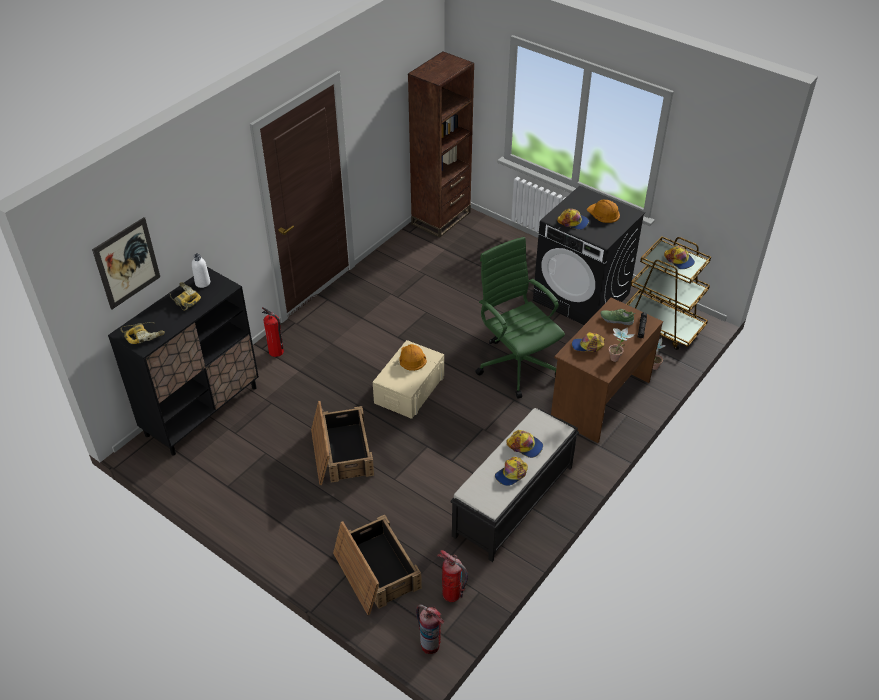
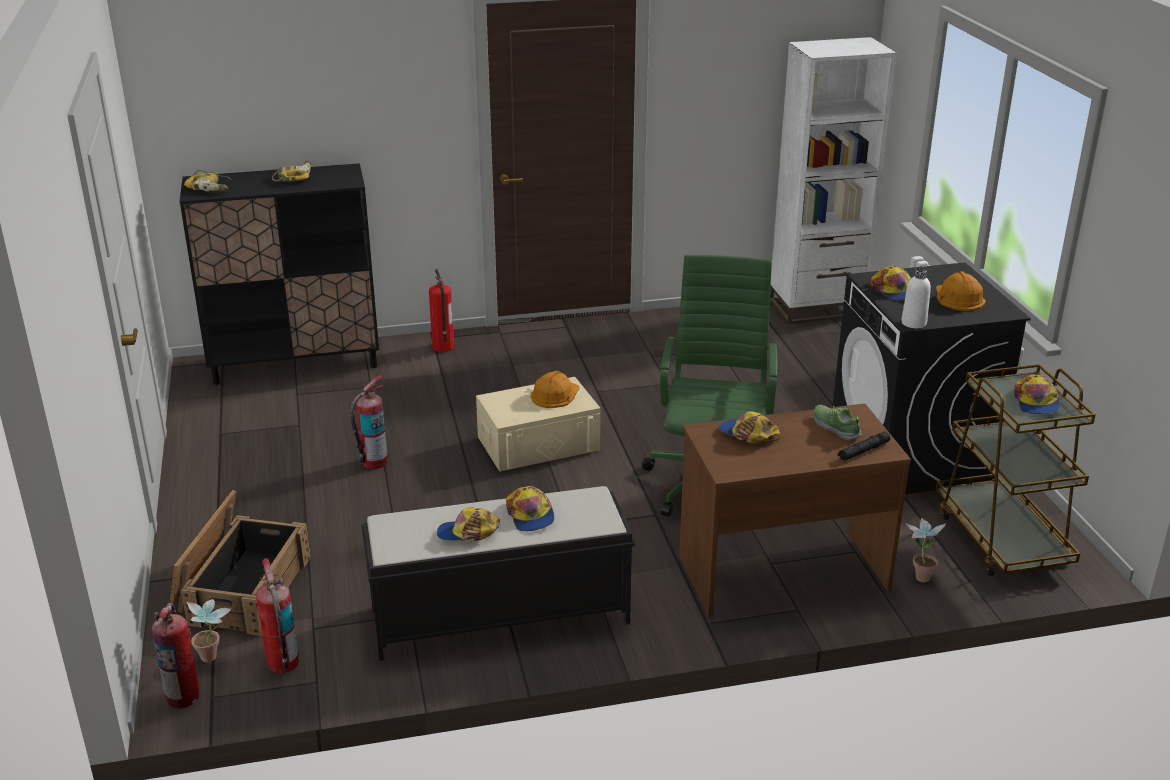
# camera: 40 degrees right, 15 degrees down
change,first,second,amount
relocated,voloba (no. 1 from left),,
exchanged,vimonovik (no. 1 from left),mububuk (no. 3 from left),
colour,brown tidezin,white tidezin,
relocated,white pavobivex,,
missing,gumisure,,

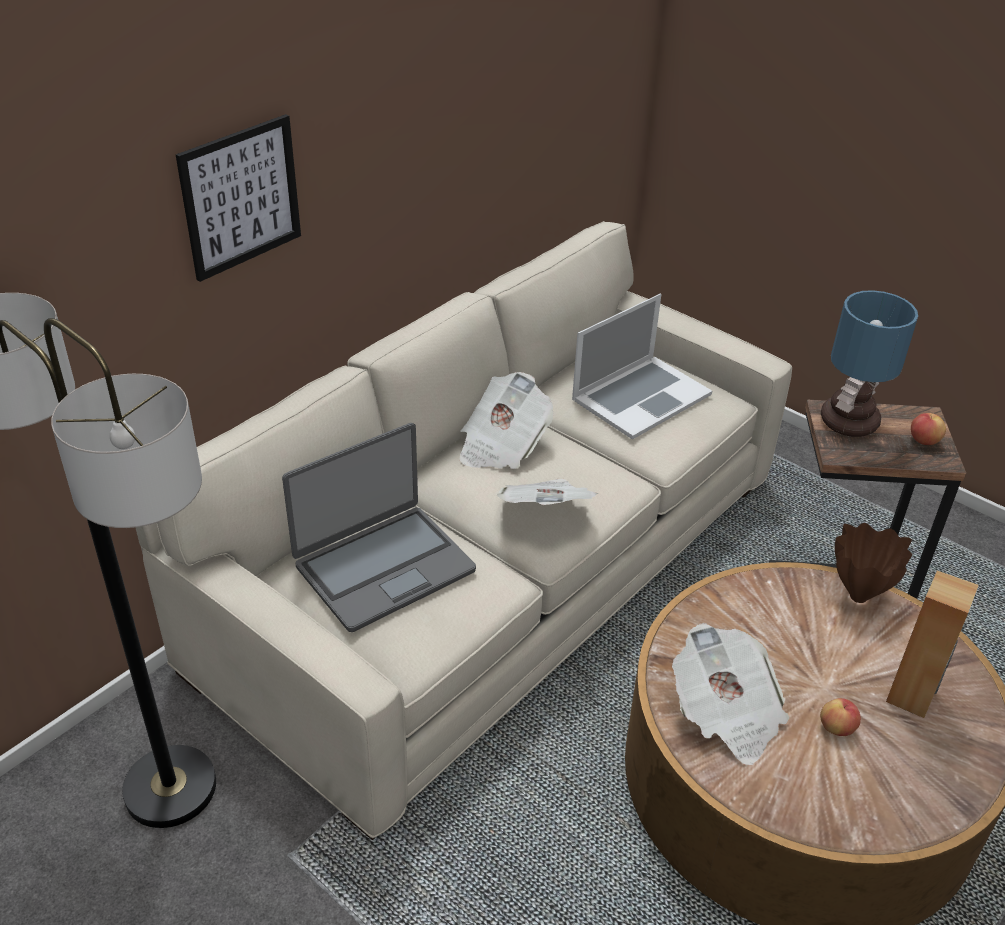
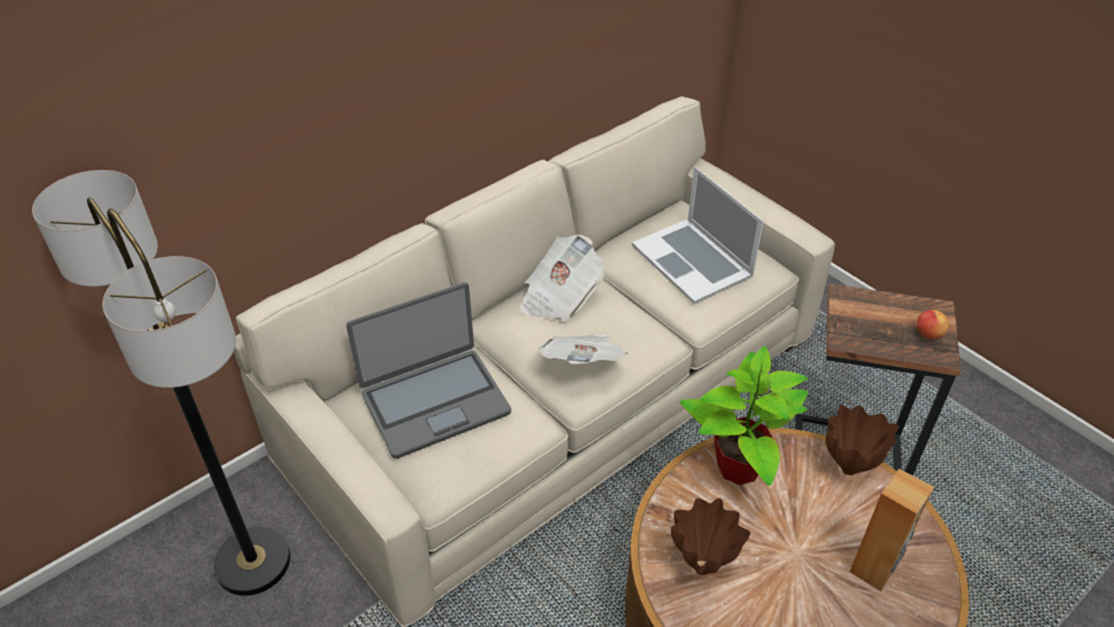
# camera: 10 degrees right, 5 degrees up
change,first,second,amount
spun,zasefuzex (no. 2 from left),,90 degrees clockwise
exchanged,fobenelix (no. 3 from left),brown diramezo (no. 1 from left),
appeared,,voloba,
missing,gumisure,,
missing,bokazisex (no. 1 from left),,
missing,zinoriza,,

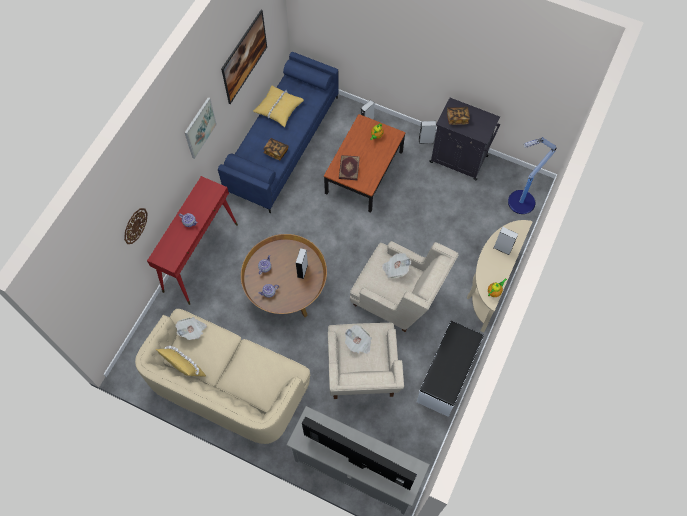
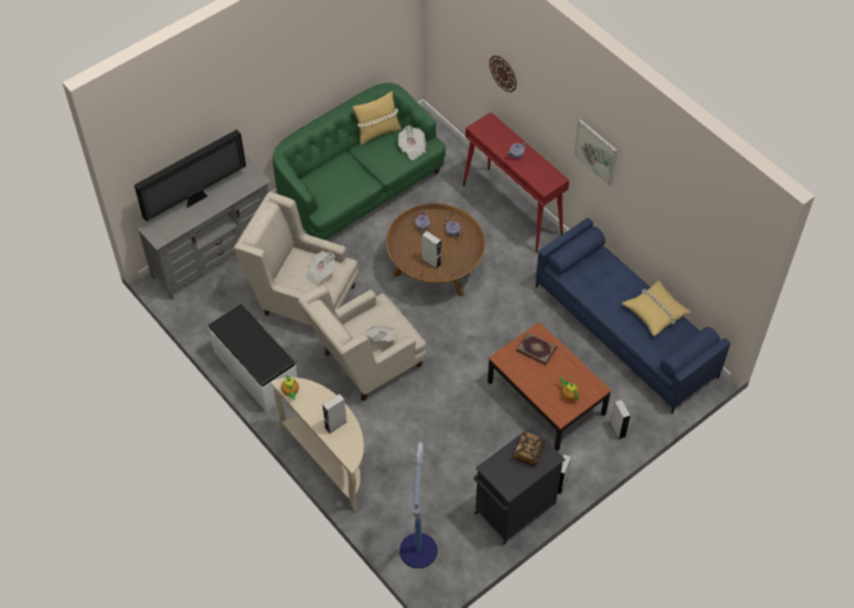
# camera: 115 degrees right, 10 degrees down
change,first,second,amount
colour,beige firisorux,green firisorux,
missing,gumisure (no. 2 from left),,
missing,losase (no. 1 from left),,

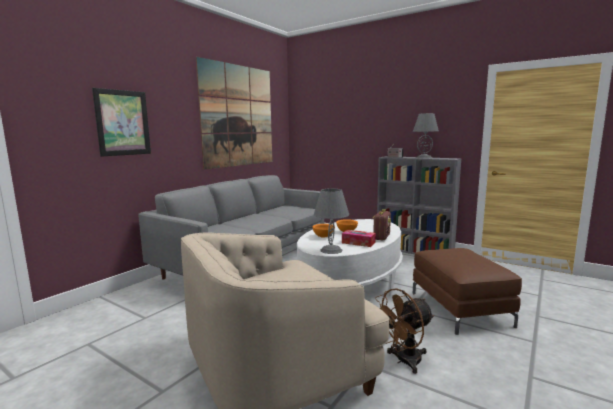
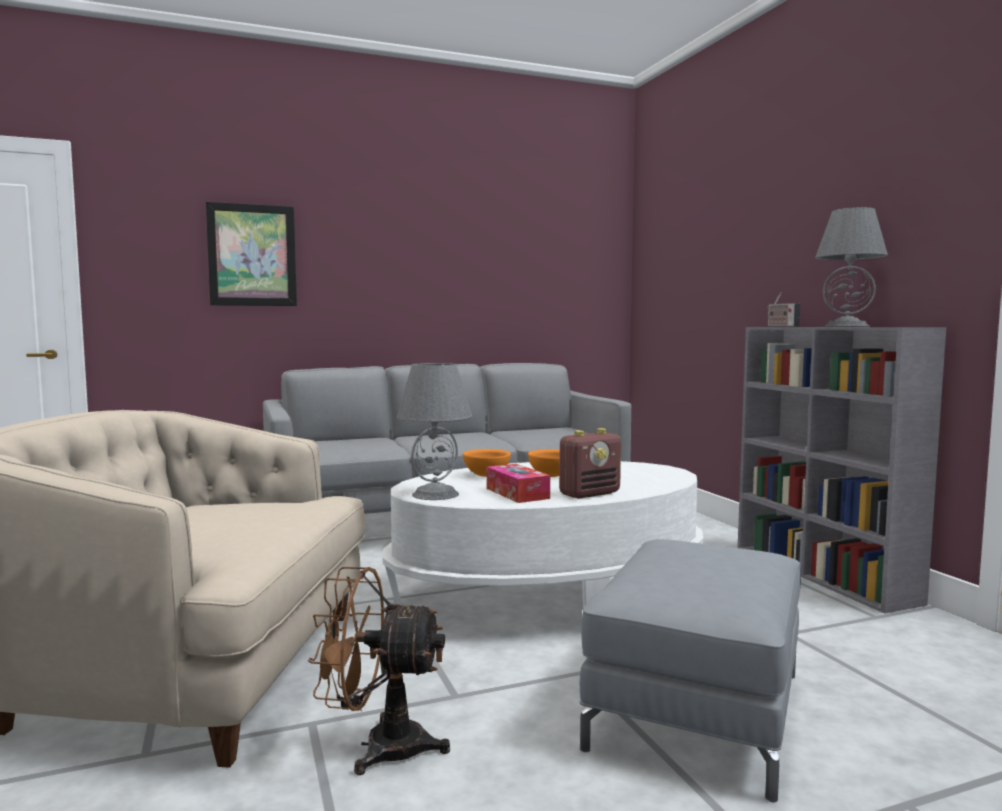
# camera: 35 degrees right, 5 degrees down
change,first,second,amount
colour,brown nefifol,grey nefifol,
missing,gumisure (no. 2 from left),,

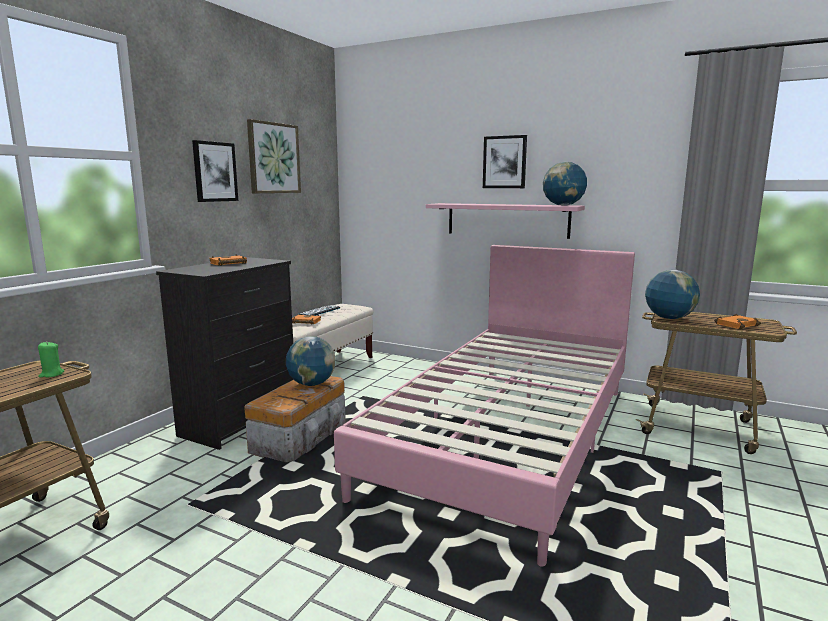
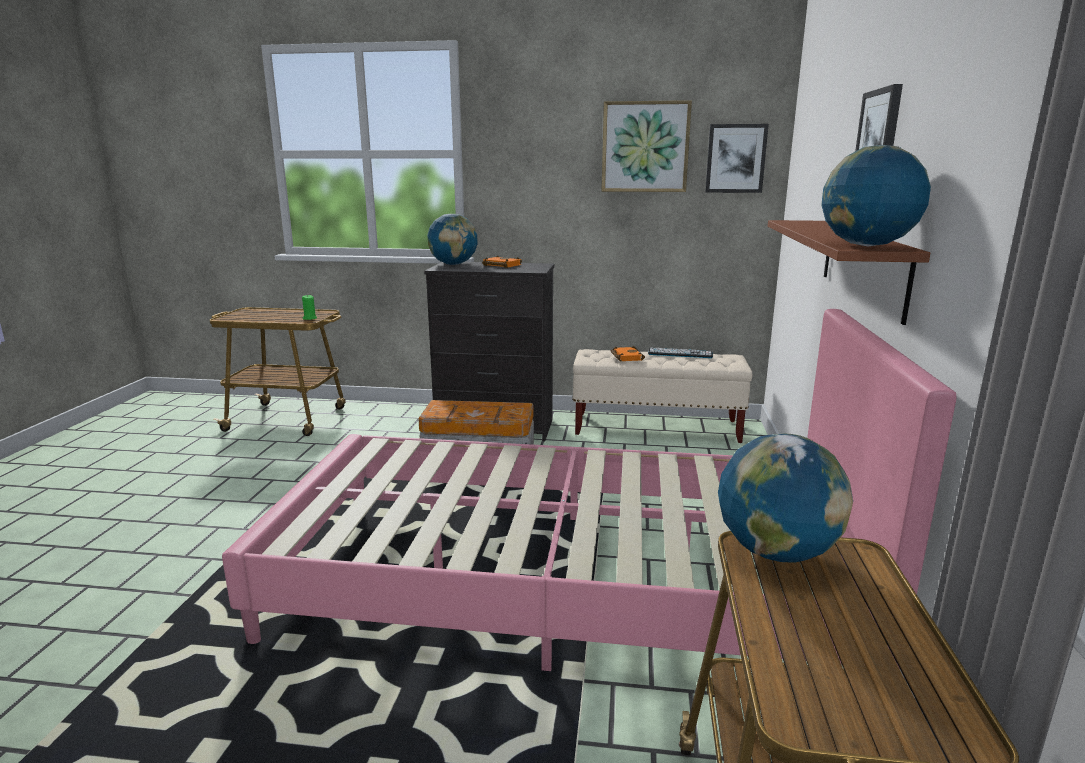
# camera: 70 degrees right, 5 degrees up
change,first,second,amount
relocated,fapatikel (no. 1 from left),,
relocated,gumisure (no. 1 from left in the first image),gumisure (no. 2 from left),
colour,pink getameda,brown getameda,
missing,orange losase (no. 3 from left),,

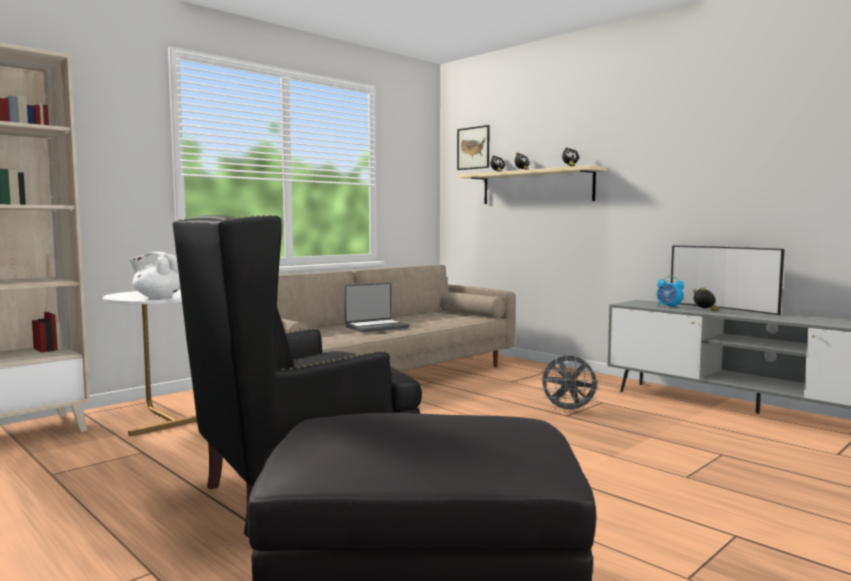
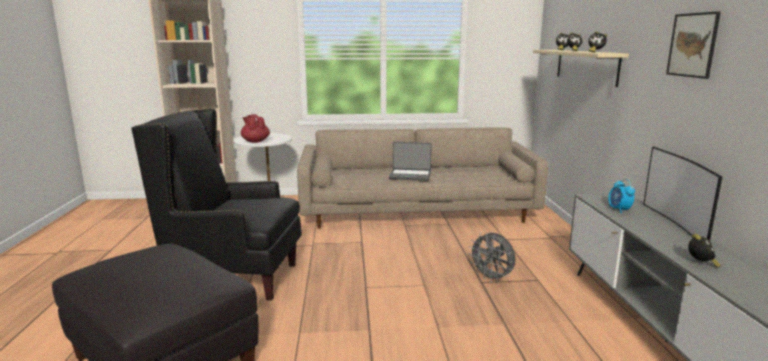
# camera: 40 degrees right, 10 degrees up
change,first,second,amount
colour,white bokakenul,red bokakenul,
relocated,gumisure,,
relocated,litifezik (no. 5 from left),,

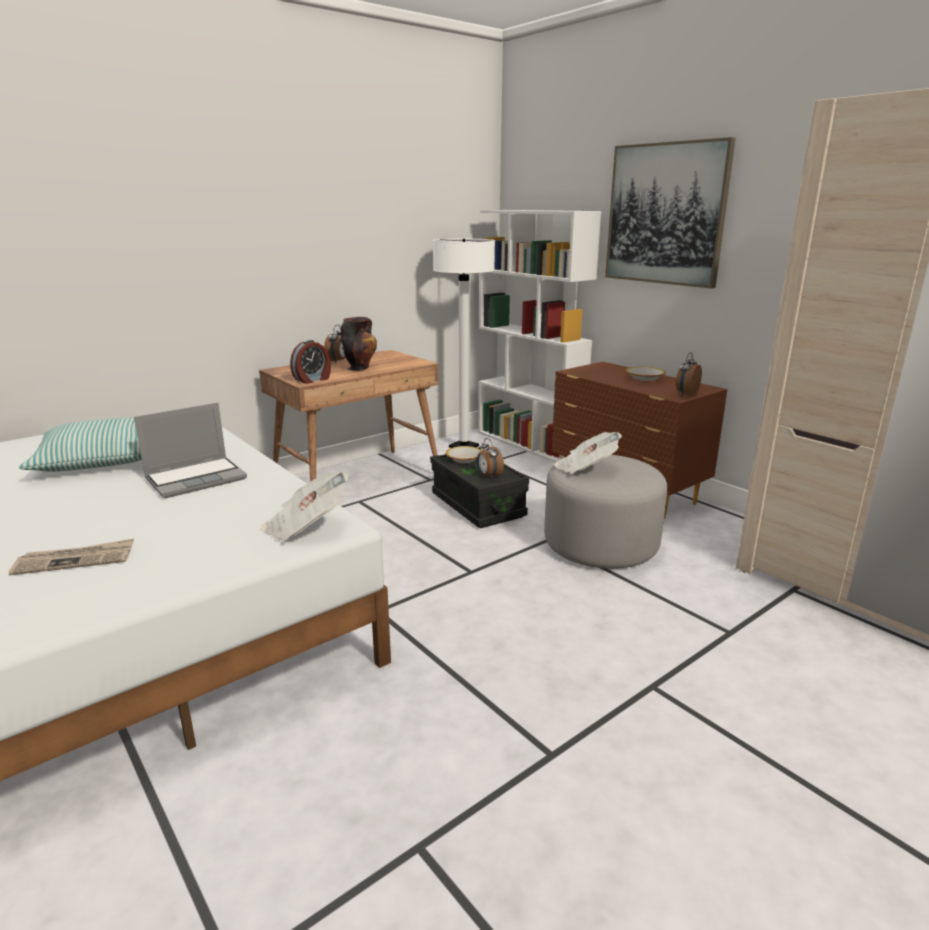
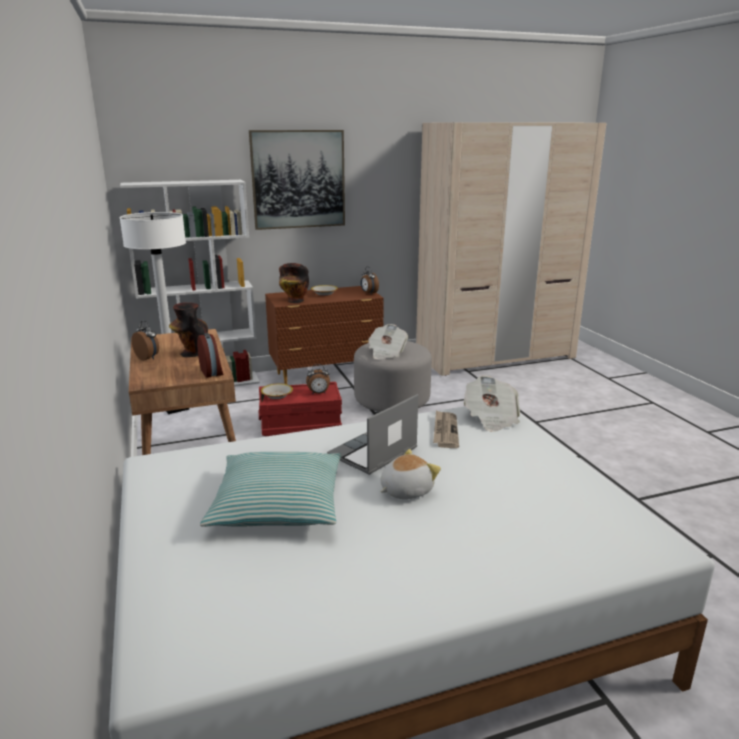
# camera: 70 degrees left, 0 degrees up
change,first,second,amount
colour,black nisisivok,red nisisivok,
appeared,,diramezo (no. 2 from left),
spun,zasefuzex,,120 degrees counterclockwise
appeared,,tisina,
relocated,fobenelix (no. 1 from left in the first image),fobenelix (no. 2 from left),

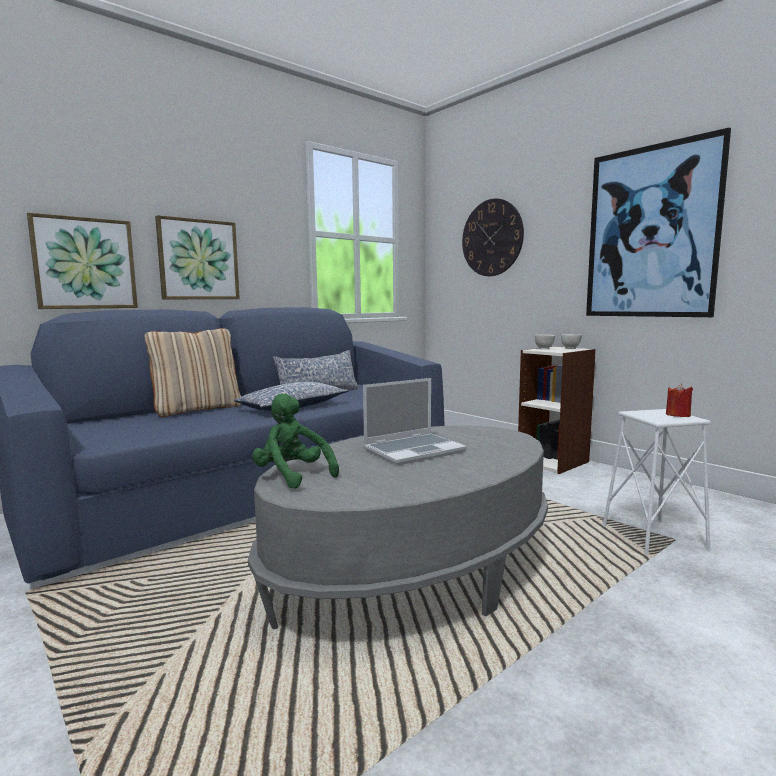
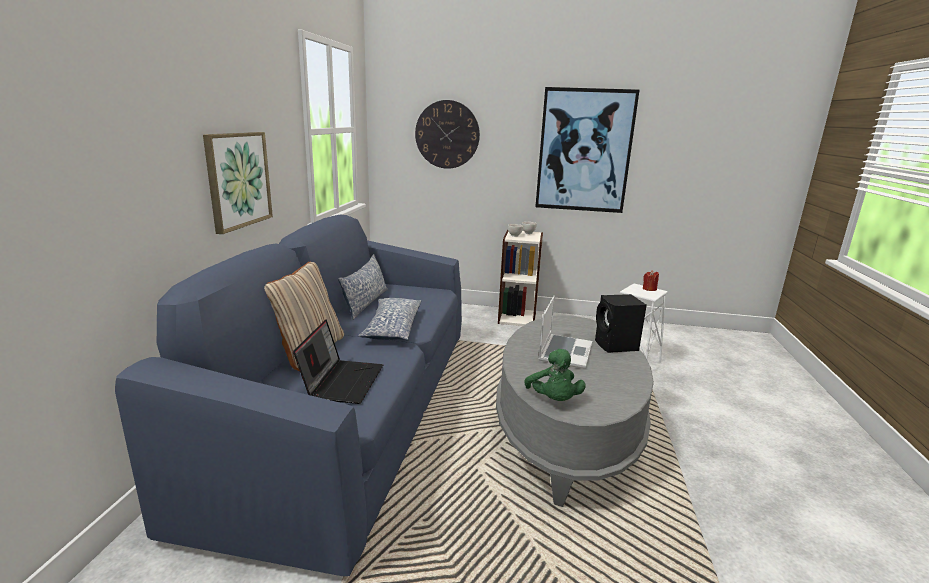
# camera: 40 degrees left, 10 degrees up
change,first,second,amount
appeared,,zasefuzex (no. 1 from left),
spun,green tisina,,105 degrees counterclockwise
appeared,,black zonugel,
missing,gumisure (no. 1 from left),,

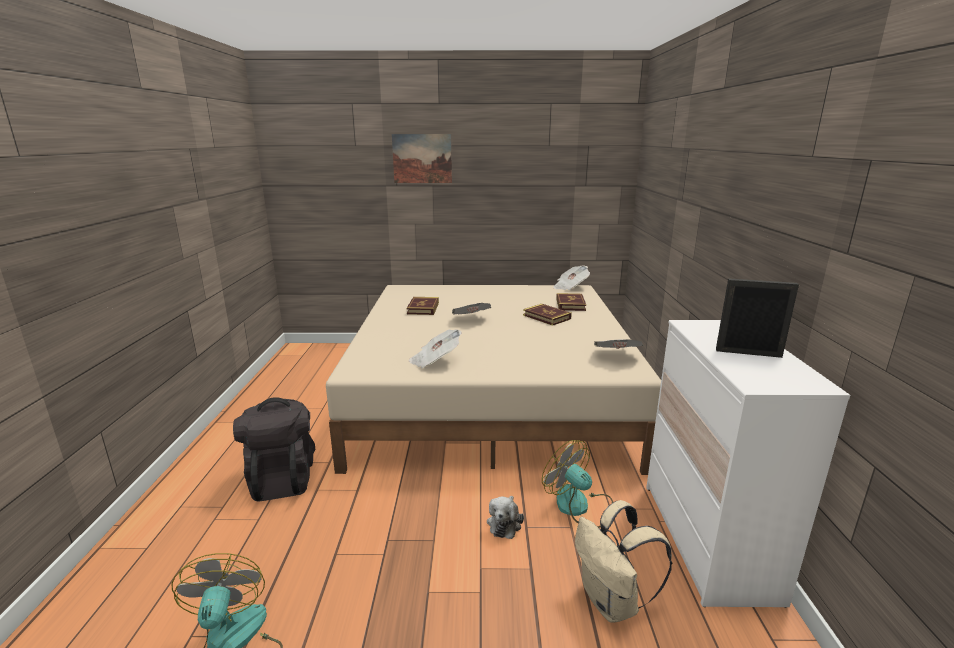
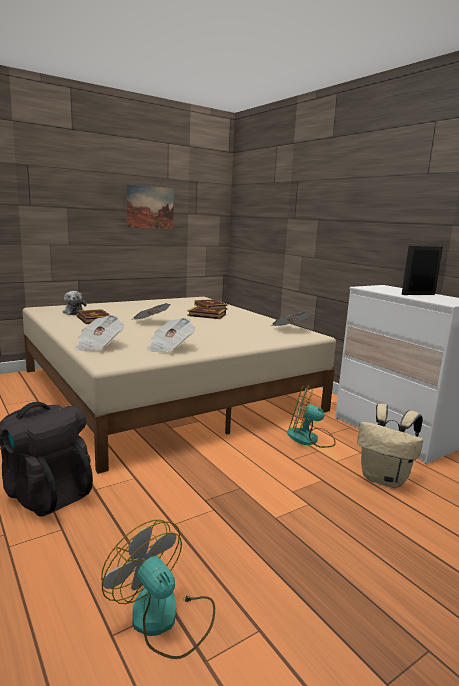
# camera: 35 degrees left, 5 degrees down
change,first,second,amount
relocated,tisina,,
relocated,fobenelix (no. 3 from left in the first image),fobenelix (no. 1 from left),
relocated,gumisure,,

